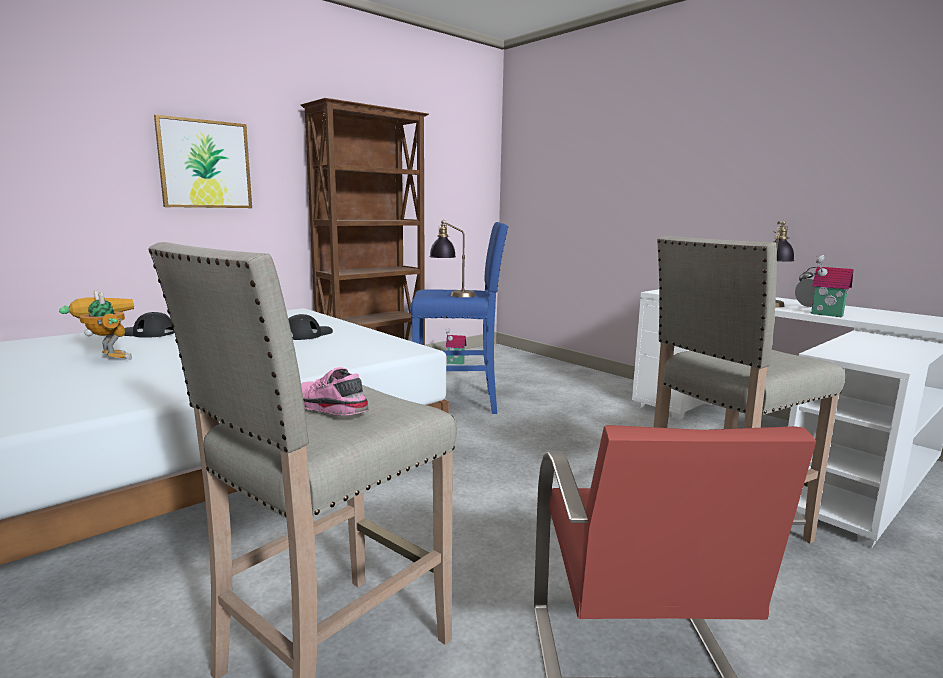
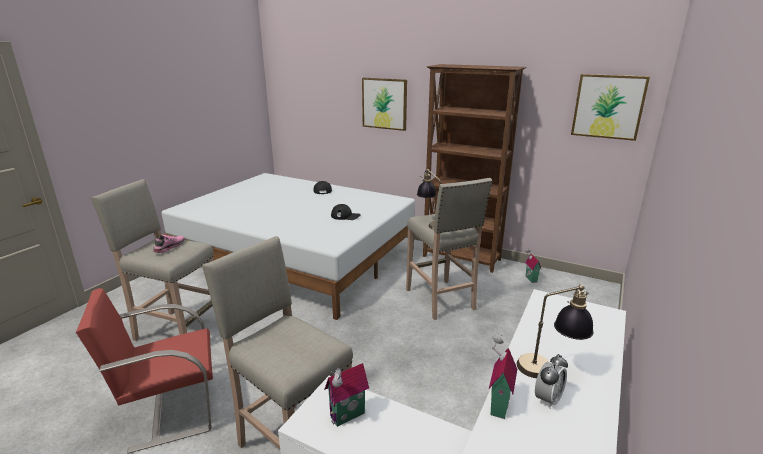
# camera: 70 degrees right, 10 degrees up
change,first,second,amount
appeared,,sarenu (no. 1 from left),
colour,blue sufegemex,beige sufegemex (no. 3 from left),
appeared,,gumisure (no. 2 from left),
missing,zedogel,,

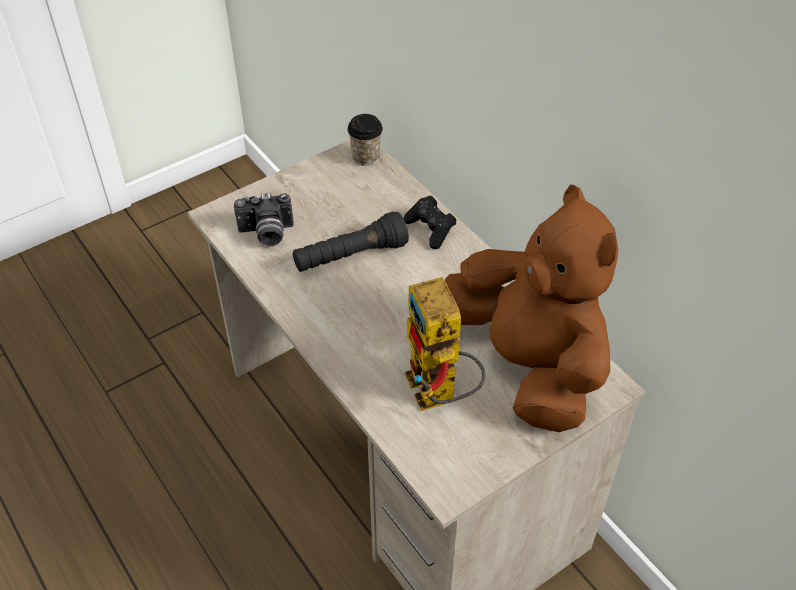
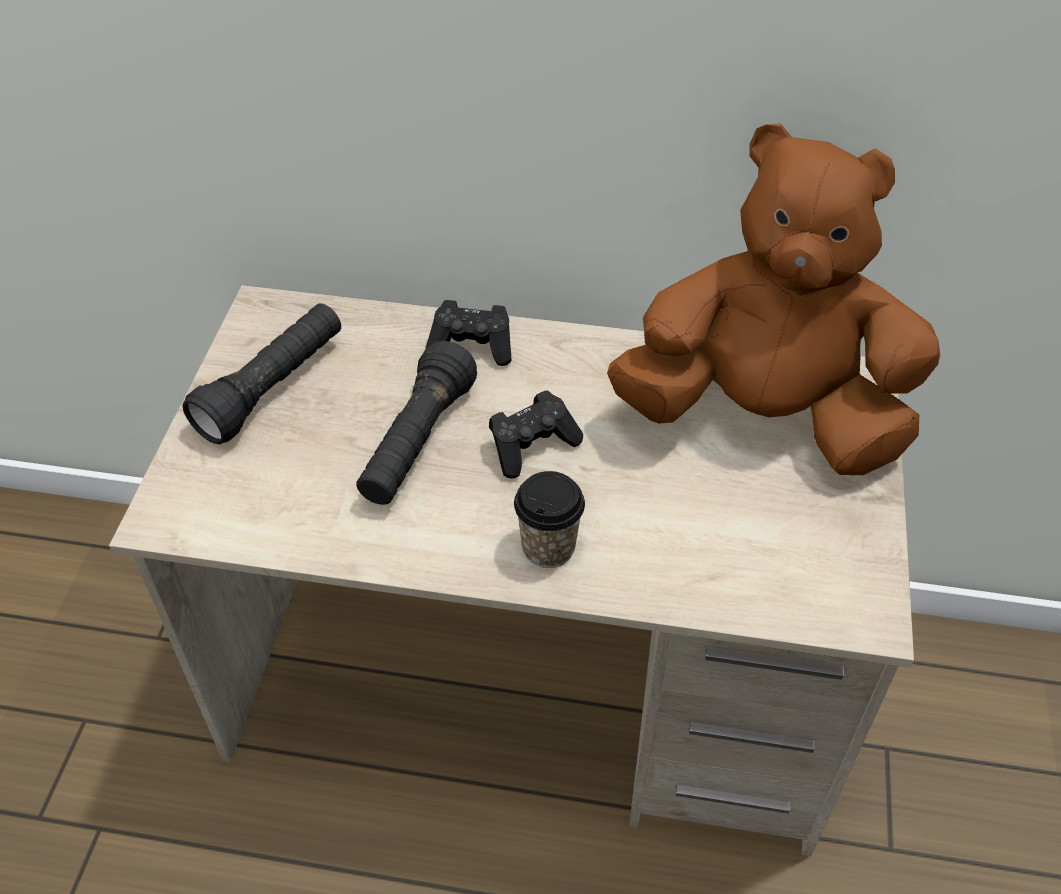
# camera: 45 degrees left, 0 degrees up
change,first,second,amount
appeared,,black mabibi (no. 1 from left),
appeared,,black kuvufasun (no. 2 from left),
relocated,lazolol,,
missing,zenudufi,,
missing,zedogel,,

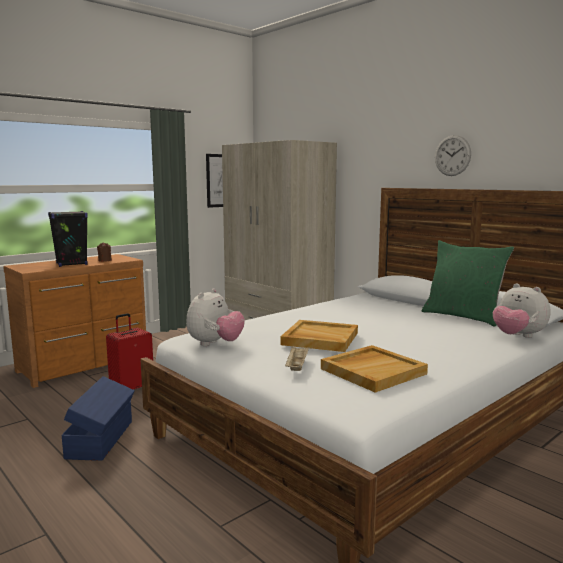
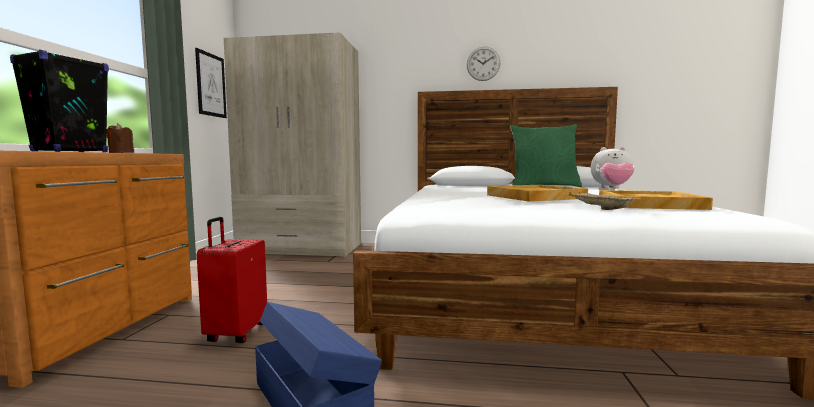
# camera: 40 degrees left, 5 degrees down
change,first,second,amount
missing,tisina (no. 1 from left),,

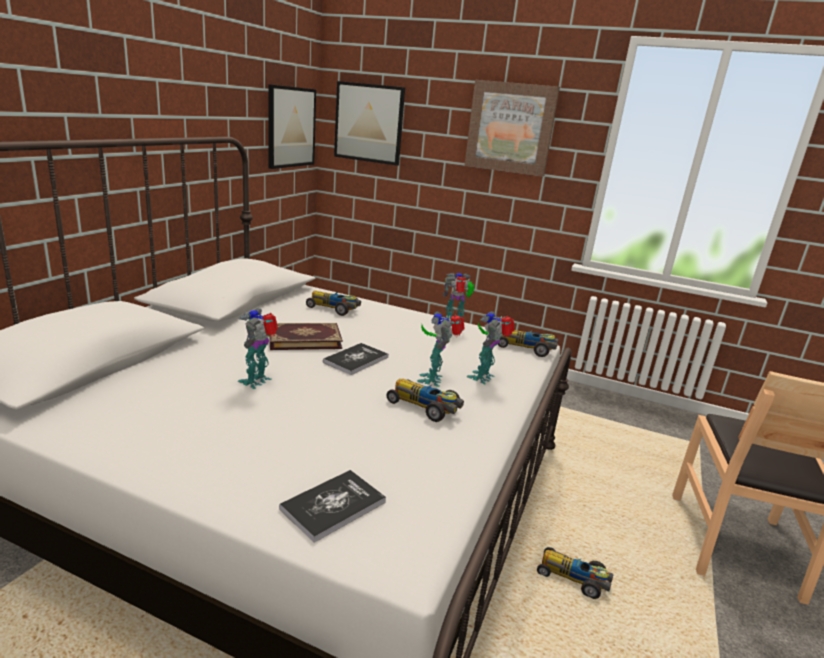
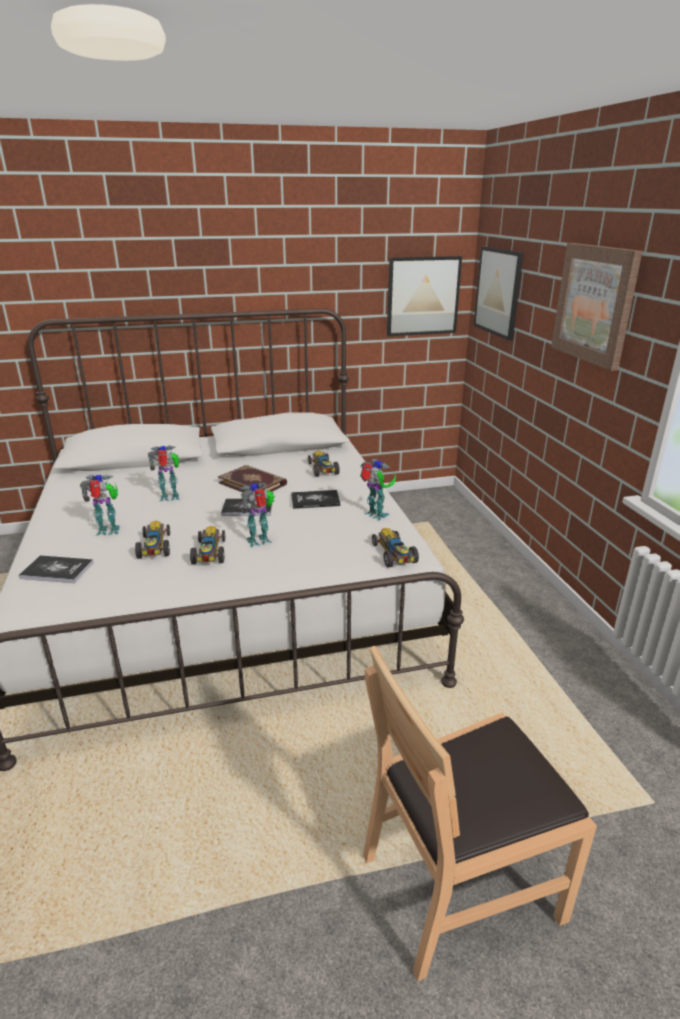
# camera: 55 degrees right, 5 degrees up
change,first,second,amount
relocated,zedogel (no. 4 from left in the first image),zedogel (no. 1 from left),
relocated,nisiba (no. 4 from left in the first image),nisiba (no. 1 from left),
appeared,,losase (no. 4 from left),

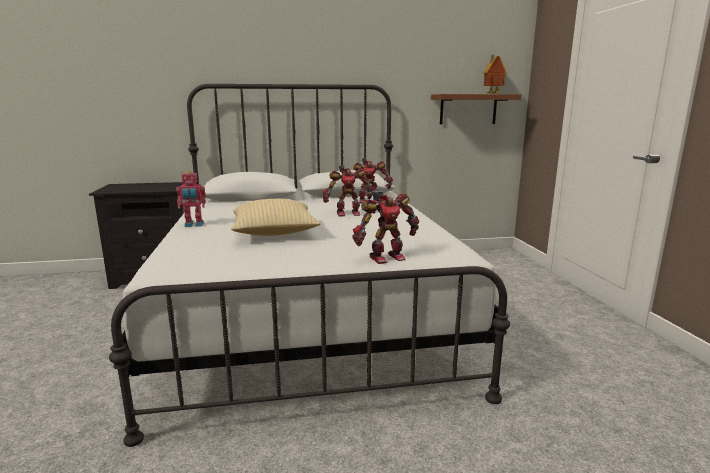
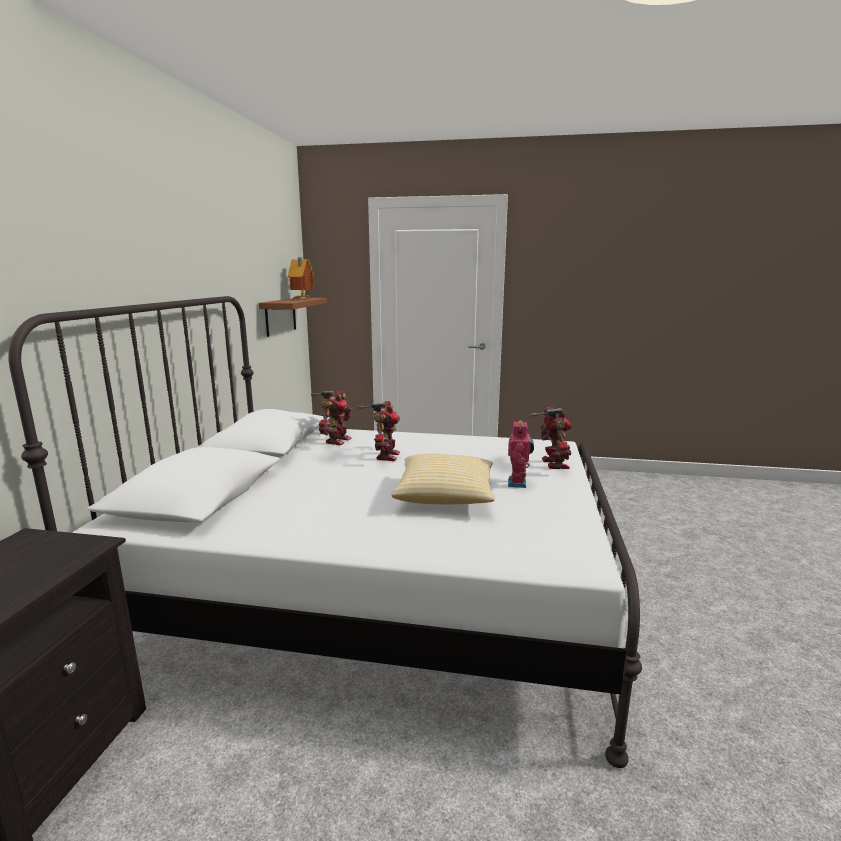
# camera: 70 degrees left, 0 degrees up
change,first,second,amount
relocated,zedogel (no. 1 from left in the first image),zedogel (no. 3 from left),

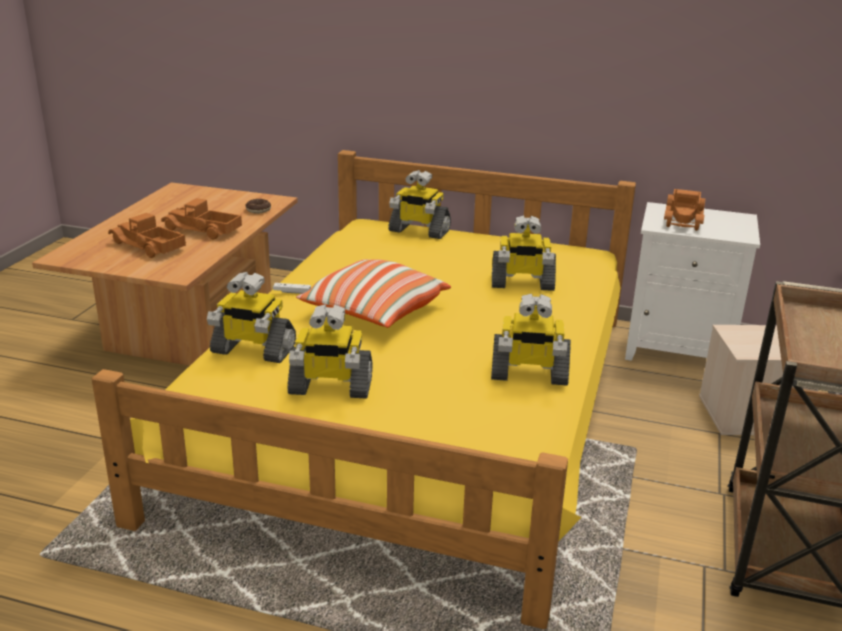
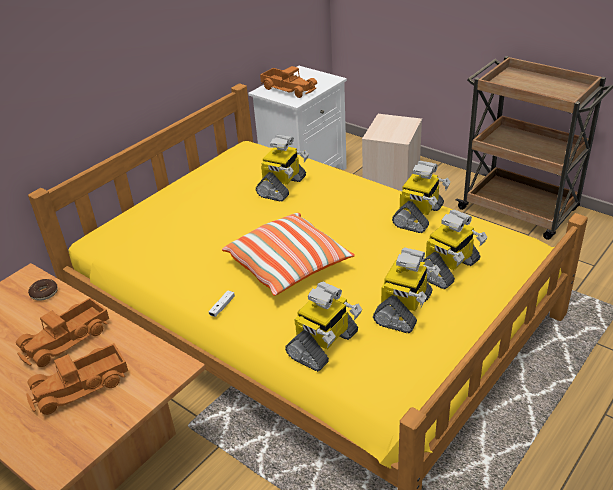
# camera: 65 degrees left, 10 degrees up
change,first,second,amount
relocated,zedogel (no. 3 from left in the first image),zedogel (no. 5 from left),

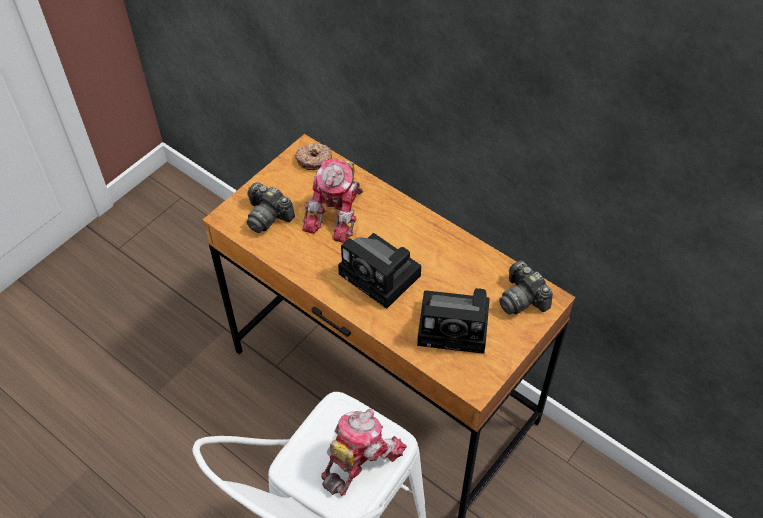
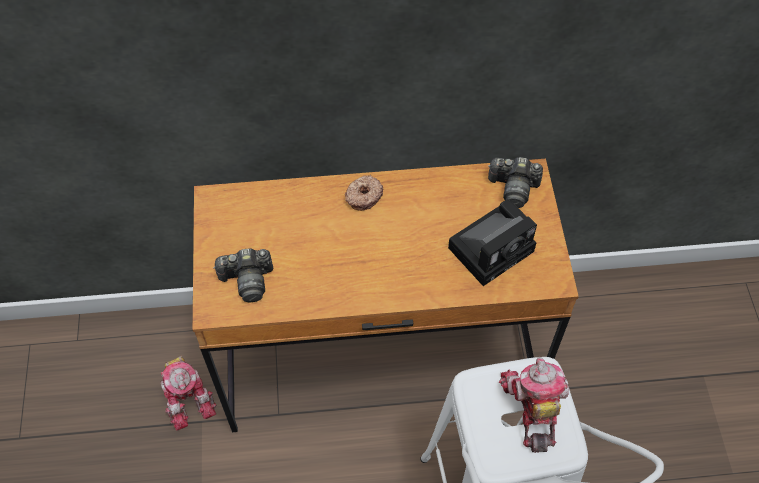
# camera: 45 degrees left, 5 degrees up
change,first,second,amount
relocated,zedogel (no. 1 from left),,
relocated,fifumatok,,
missing,zenudufi (no. 2 from left),,

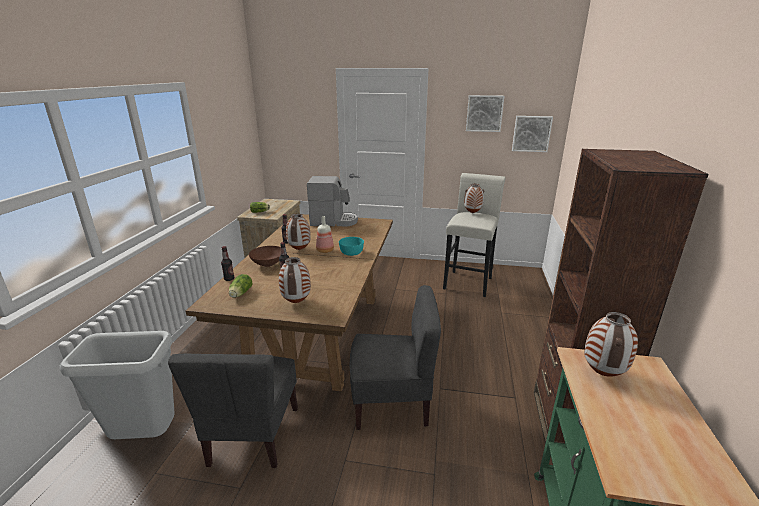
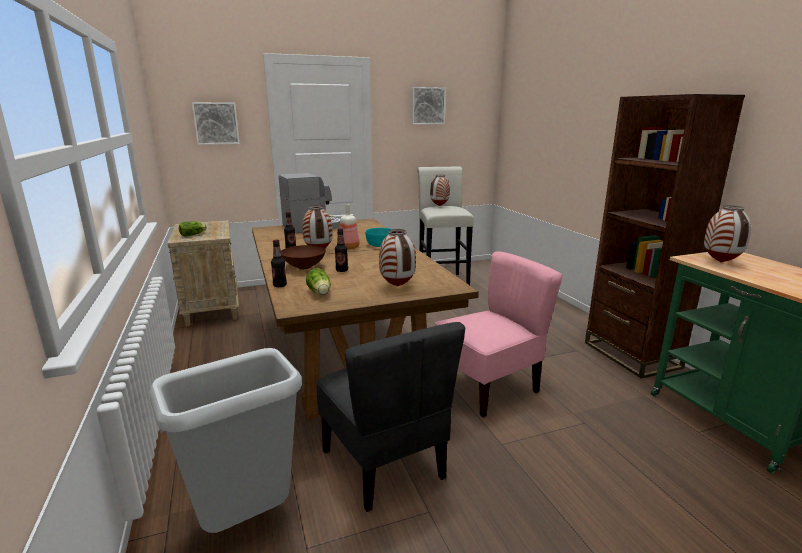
# camera: 30 degrees left, 5 degrees down
change,first,second,amount
relocated,gumisure (no. 2 from left in the first image),gumisure (no. 1 from left),
colour,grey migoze (no. 2 from left),pink migoze,

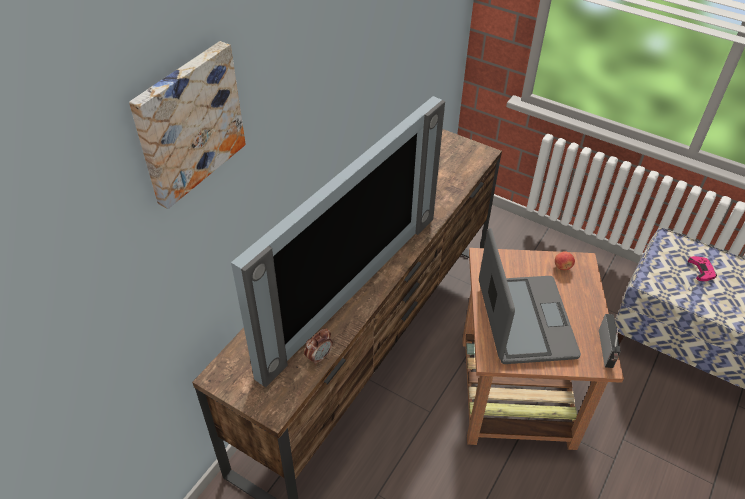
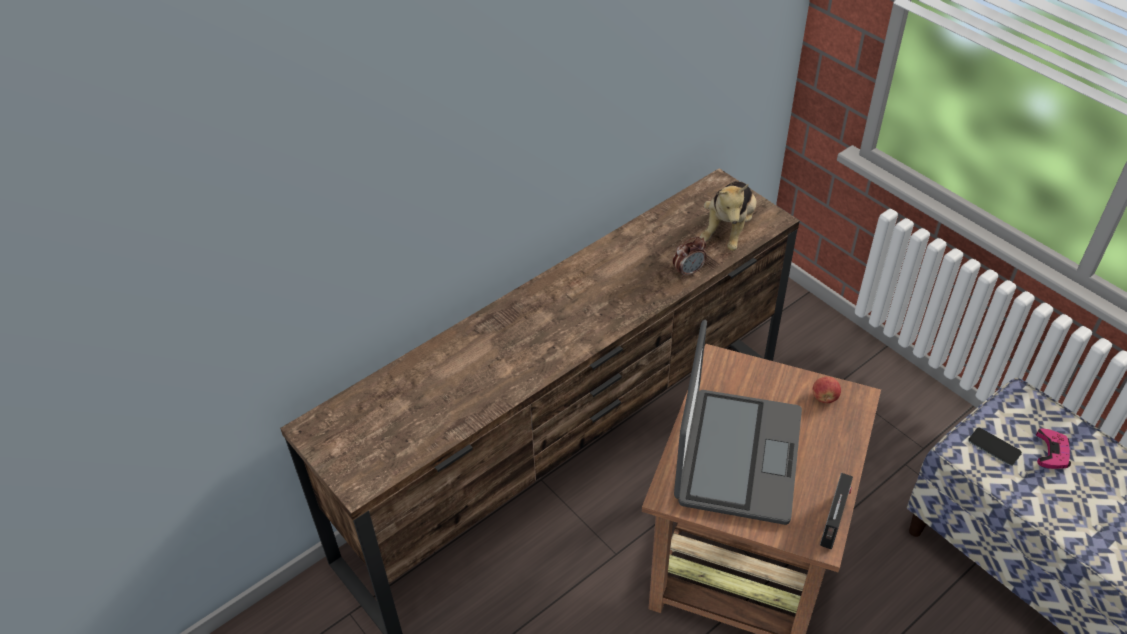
# camera: 20 degrees right, 0 degrees up
change,first,second,amount
relocated,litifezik,,
appeared,,tisina,
appeared,,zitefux,
missing,gumisure,,
missing,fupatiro,,

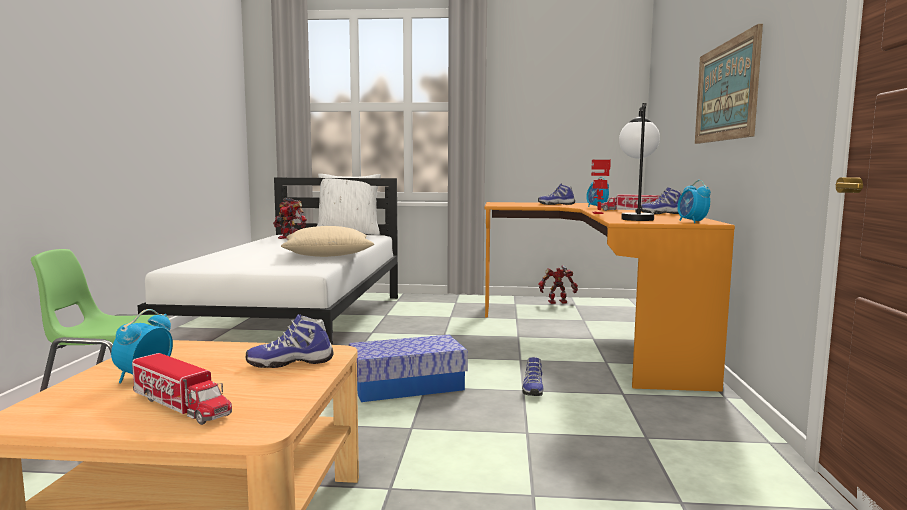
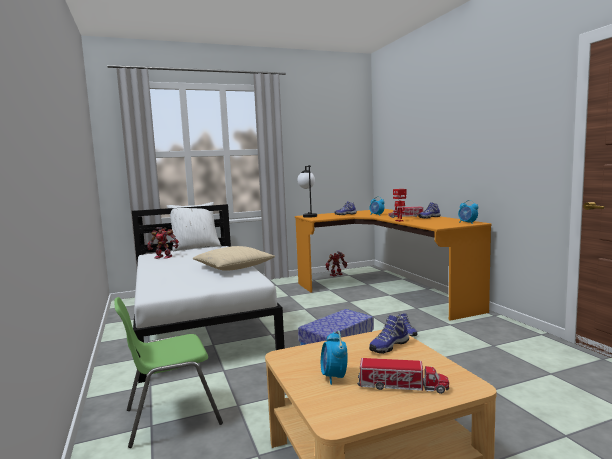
# camera: 25 degrees left, 0 degrees up
change,first,second,amount
relocated,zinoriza,,
missing,gumisure,,

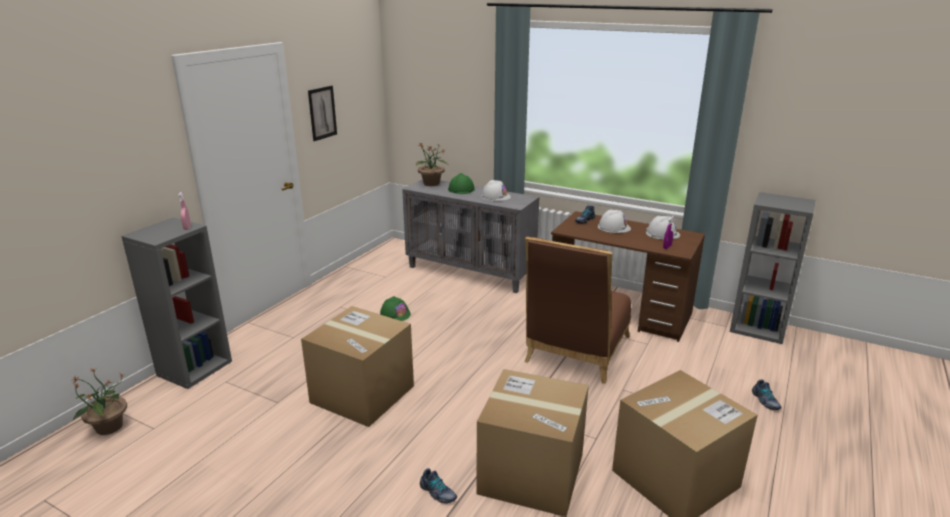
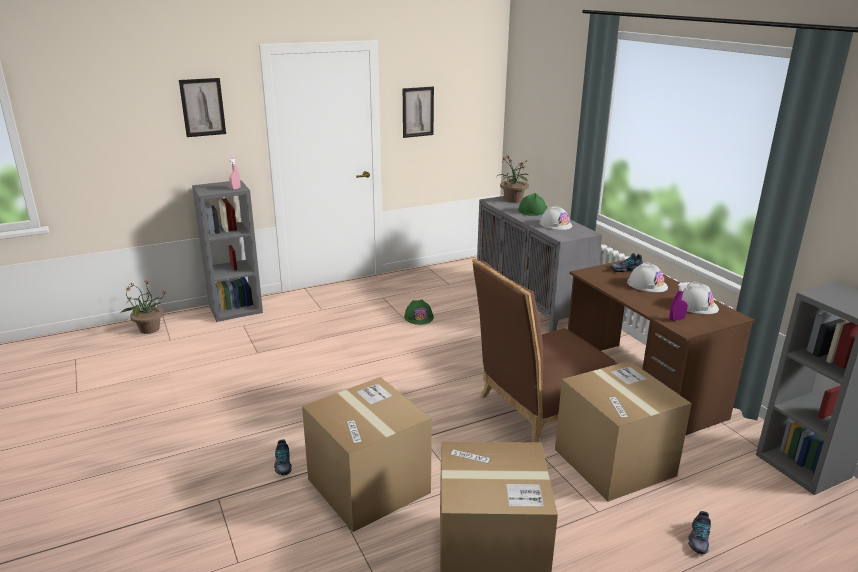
# camera: 35 degrees right, 0 degrees up
change,first,second,amount
appeared,,gumisure (no. 1 from left),
relocated,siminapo (no. 1 from left in the first image),siminapo (no. 3 from left),

